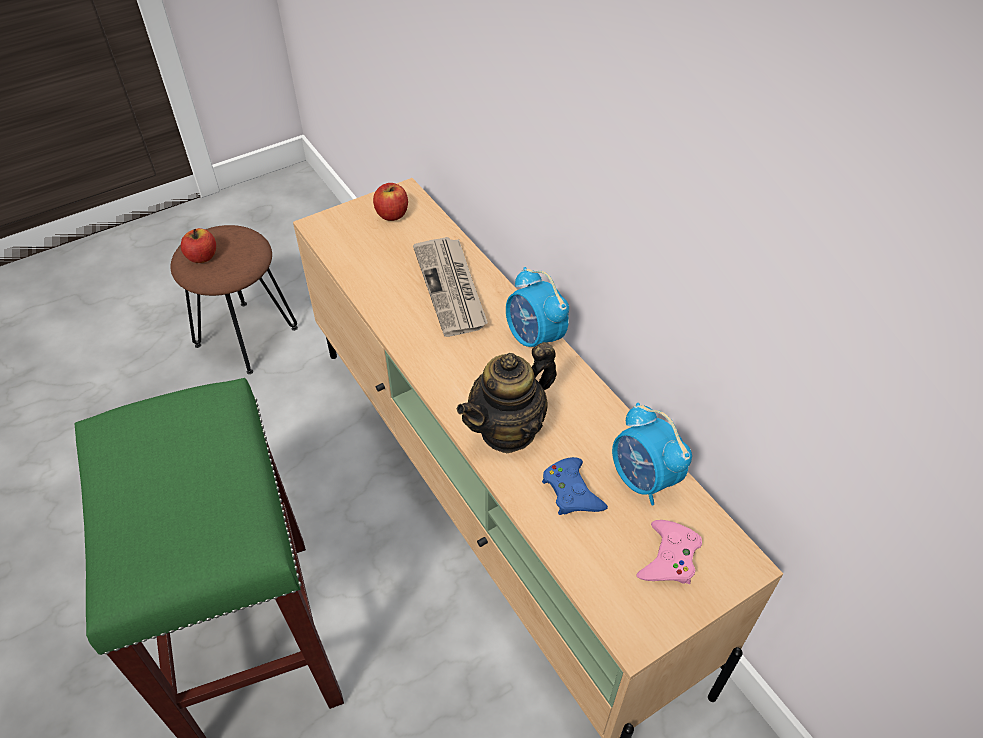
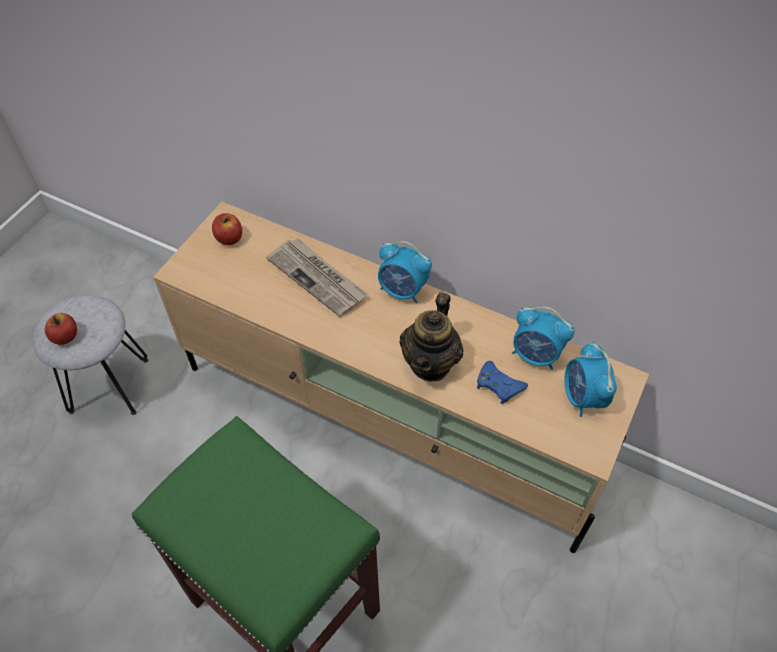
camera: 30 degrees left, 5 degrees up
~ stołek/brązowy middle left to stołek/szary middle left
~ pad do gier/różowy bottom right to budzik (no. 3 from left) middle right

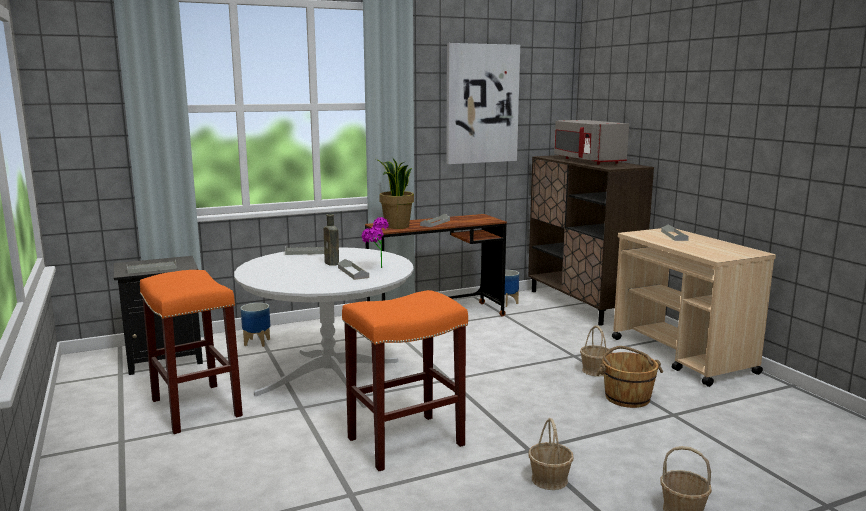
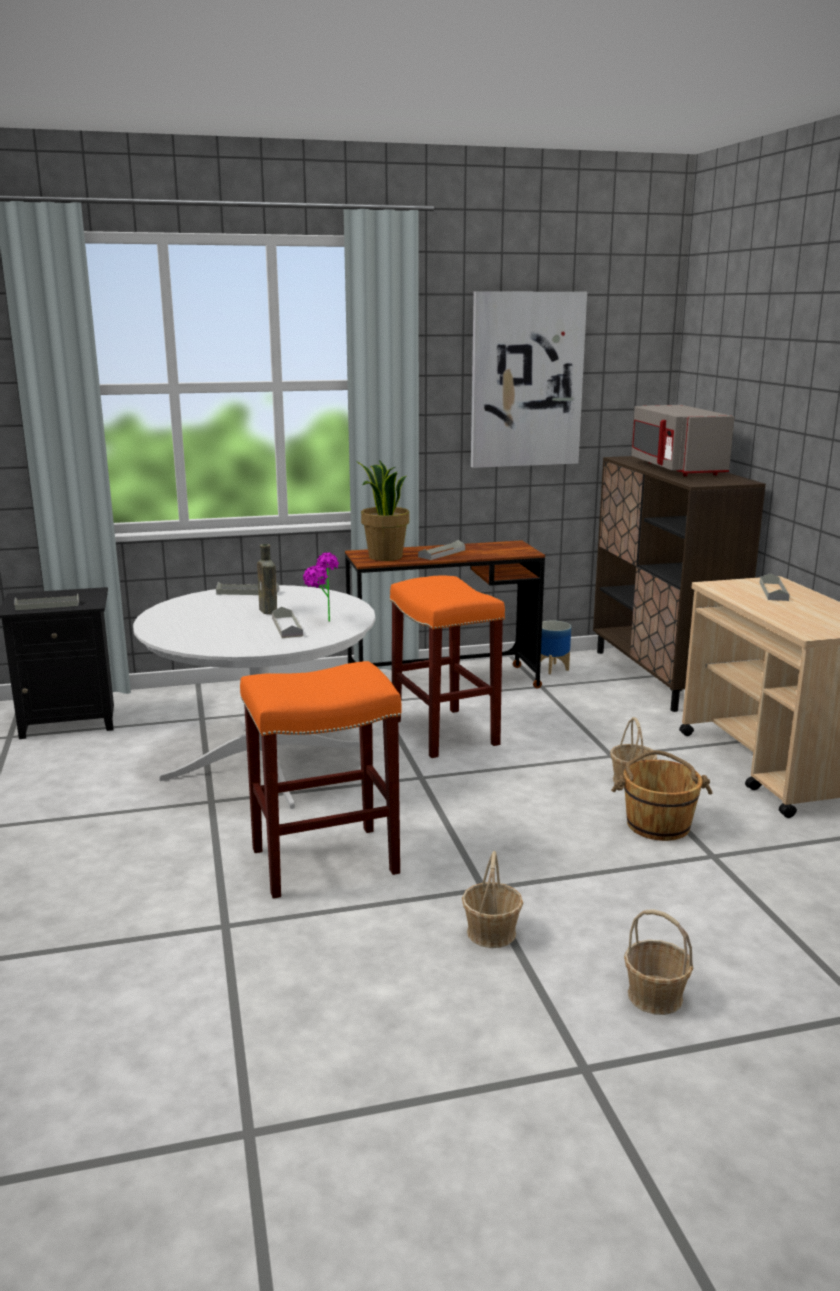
camera: 10 degrees right, 5 degrees up
~ stołek/pomarańczowy (no. 1 from left in the first image) bottom left to stołek/pomarańczowy (no. 2 from left) centre
- donica (no. 1 from left) middle left

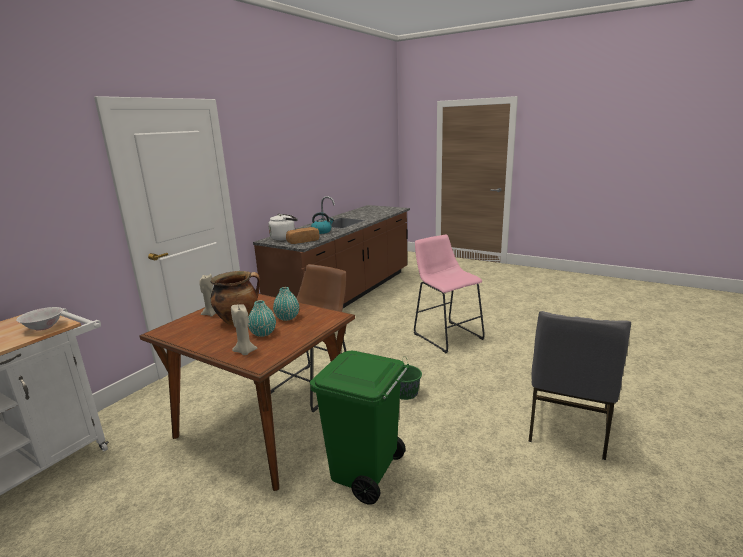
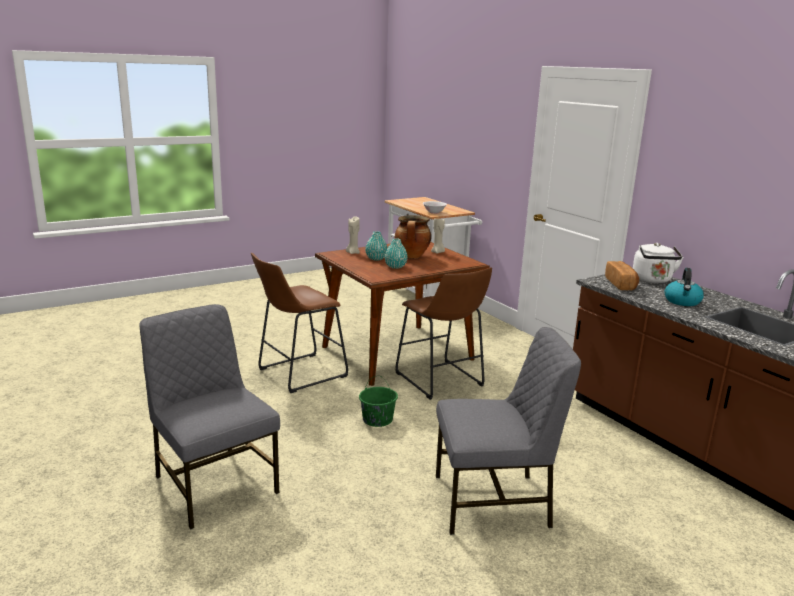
camera: 115 degrees right, 0 degrees up
~ kosz na śmieci/zielony bottom centre to stołek/brązowy (no. 1 from left) centre
~ stołek/różowy centre to krzesło/szary (no. 2 from left) bottom centre

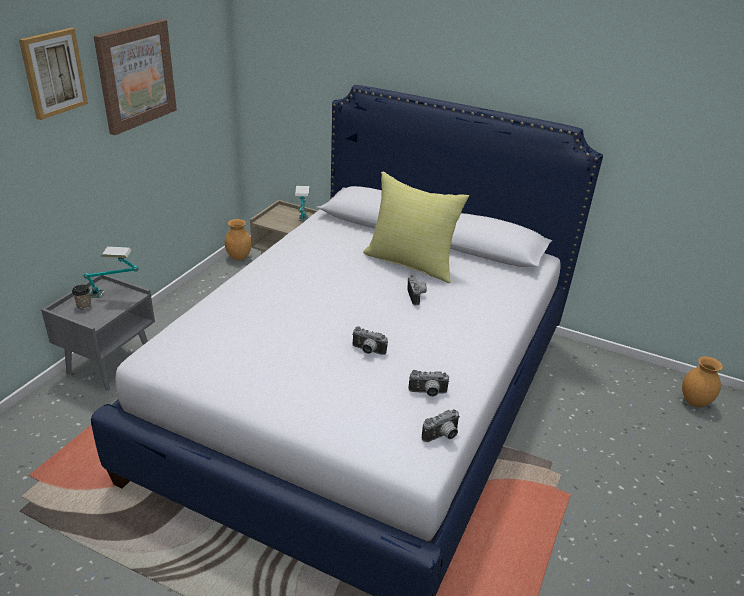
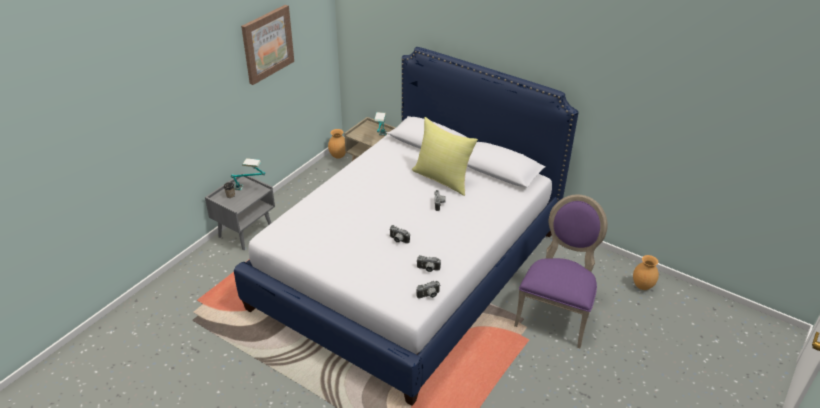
camera: 10 degrees right, 5 degrees up
+ krzesło/fioletowy middle right
- obraz (no. 1 from left) top left

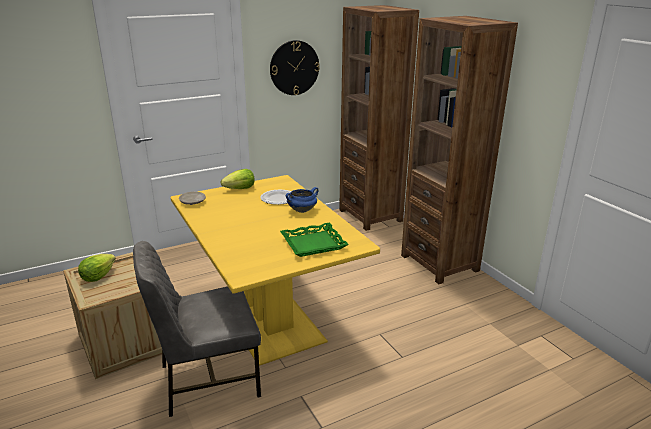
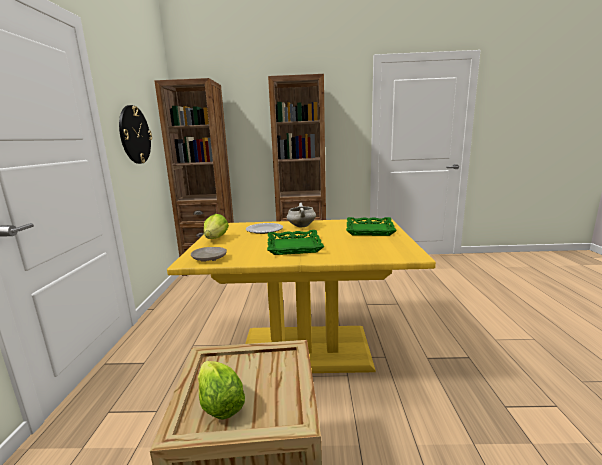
camera: 60 degrees left, 10 degrees down
+ taca/zielony (no. 1 from left) centre
~ garnek/niebieski centre to garnek/biały centre
- krzesło/szary bottom left

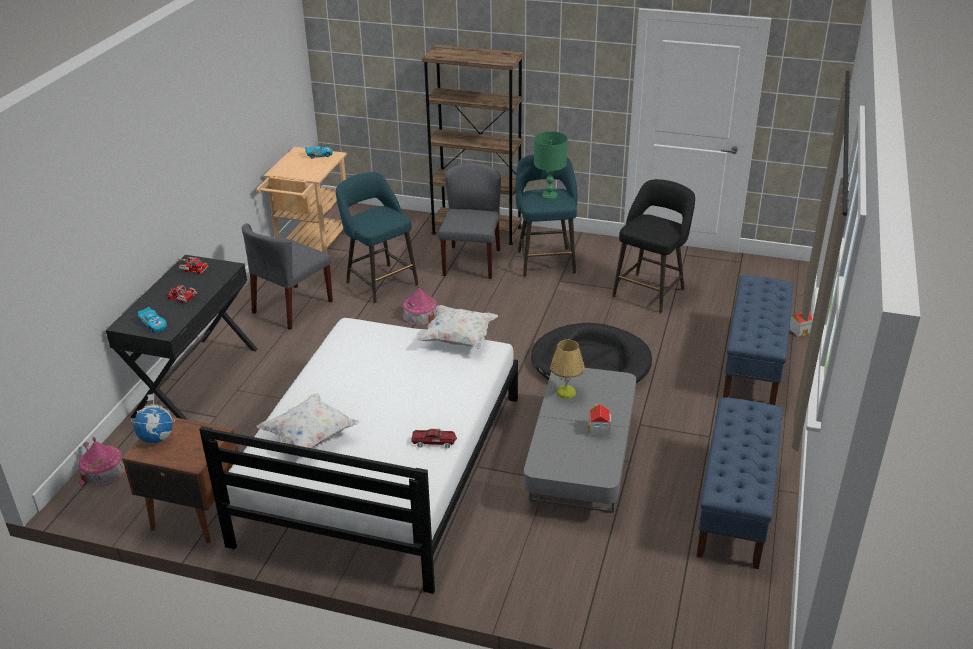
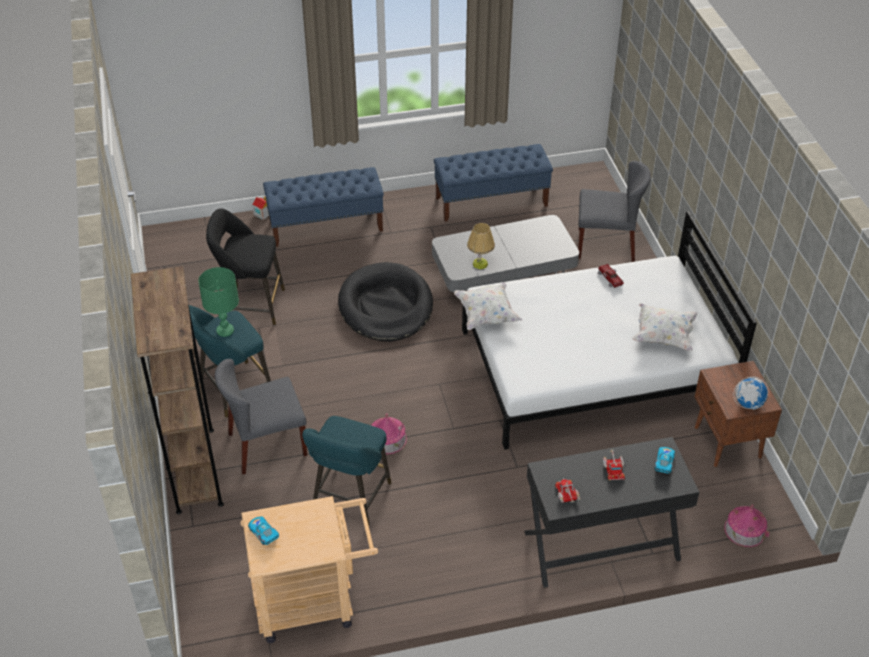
camera: 120 degrees left, 10 degrees up
~ krzesło/szary (no. 1 from left in the first image) middle left to krzesło/szary (no. 2 from left) top right
- domek (no. 3 from left) centre

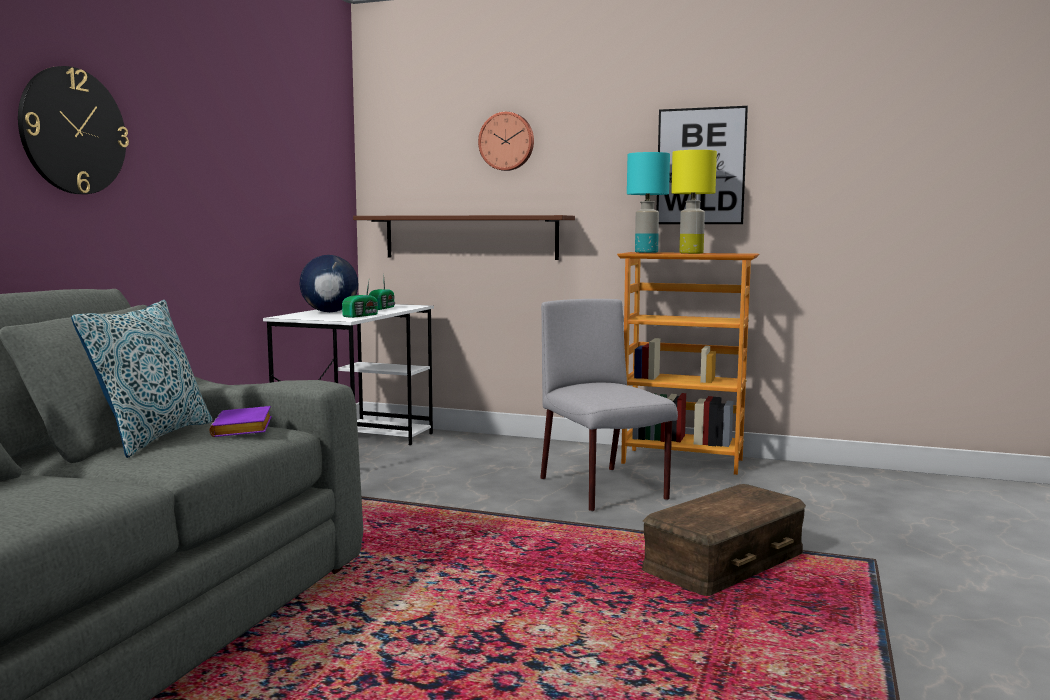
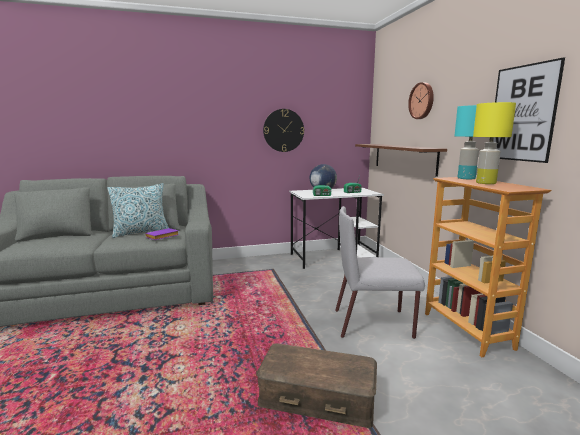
camera: 55 degrees right, 5 degrees up
~ zegar ścienny (no. 1 from left) top left to top centre
~ krzesło/szary centre = centre 120 degrees counterclockwise

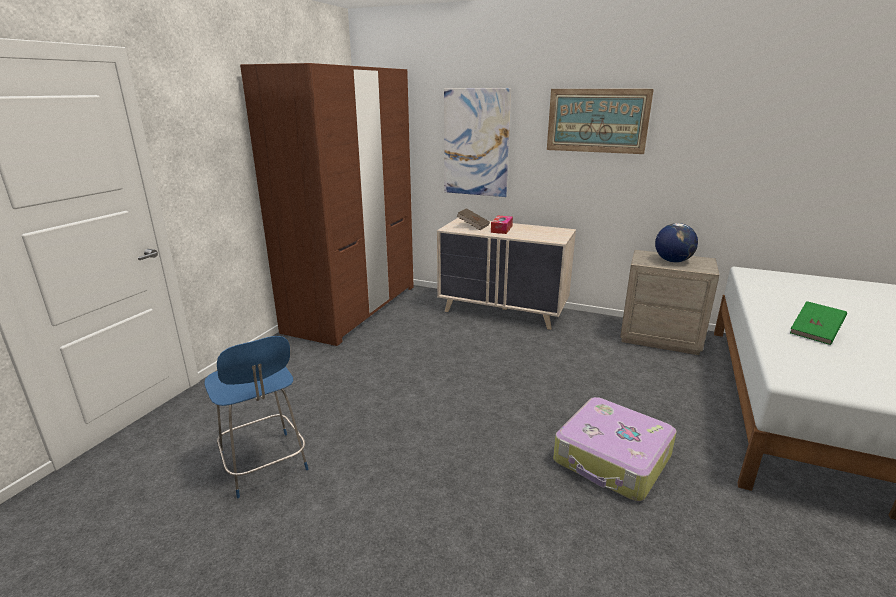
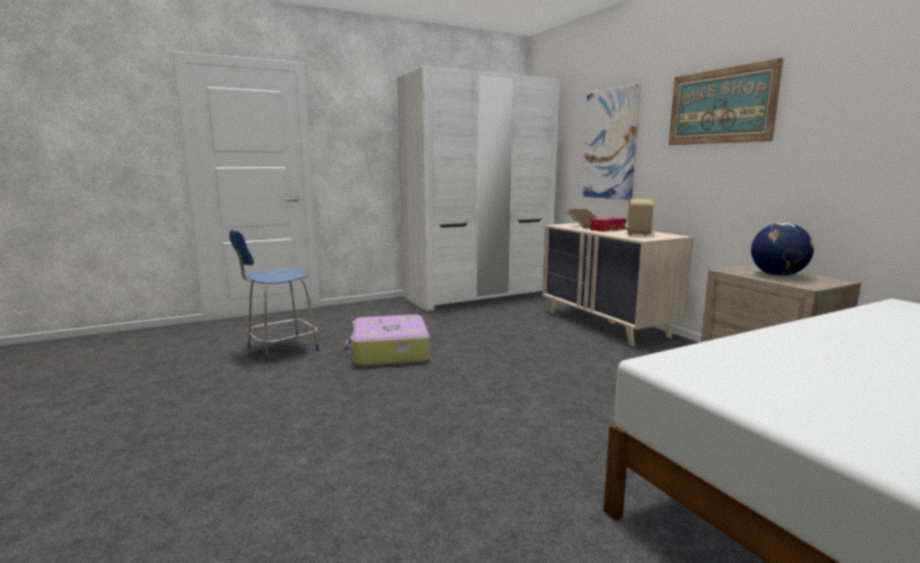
camera: 40 degrees right, 10 degrees down
~ krzesło/niebieski bottom left = middle left 45 degrees clockwise
~ walizka bottom right to centre
~ szafa/brązowy centre to szafa/biały centre
+ radio middle right
- książka/zielony middle right

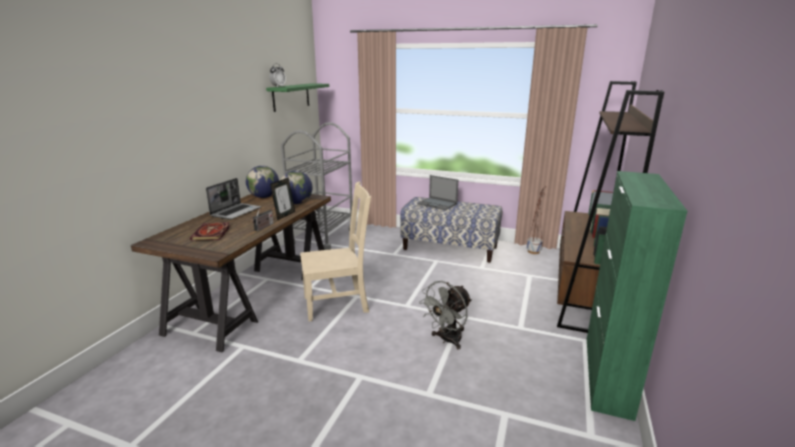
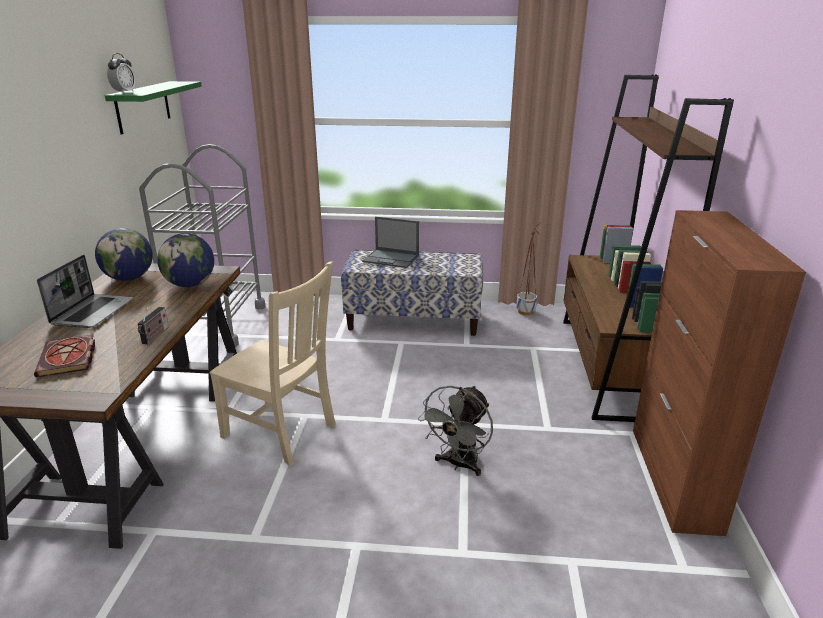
camera: 15 degrees left, 5 degrees up
~ krzesło/beżowy centre = middle left 60 degrees clockwise
~ szafka/zielony middle right to szafka/brązowy middle right
- ramka na zdjęcie centre

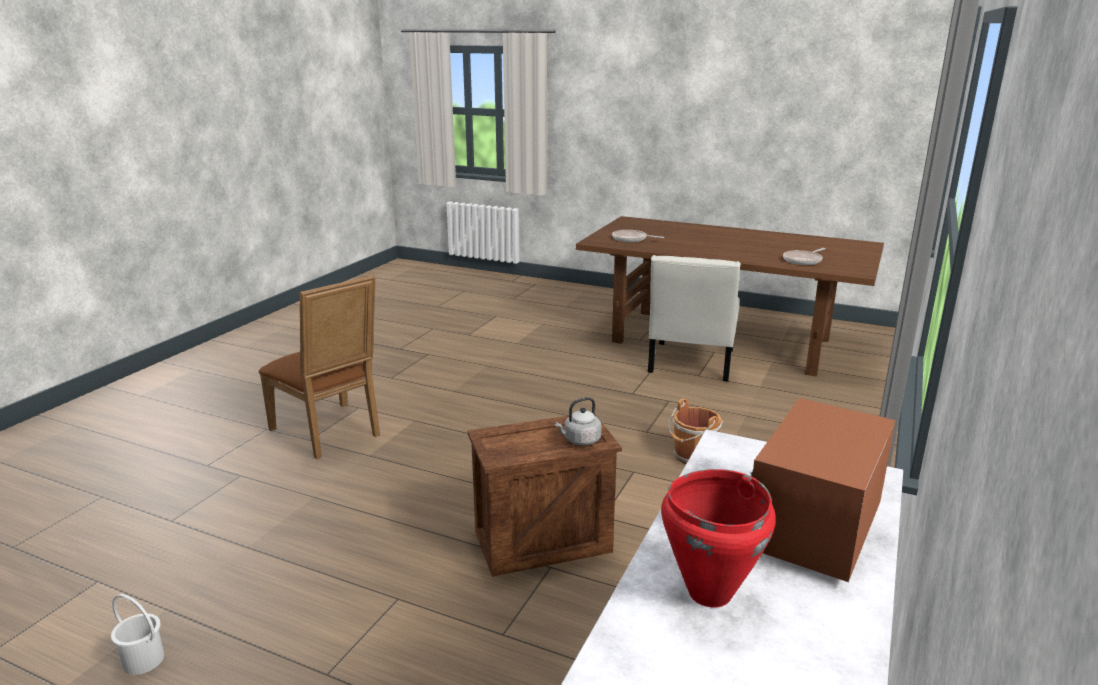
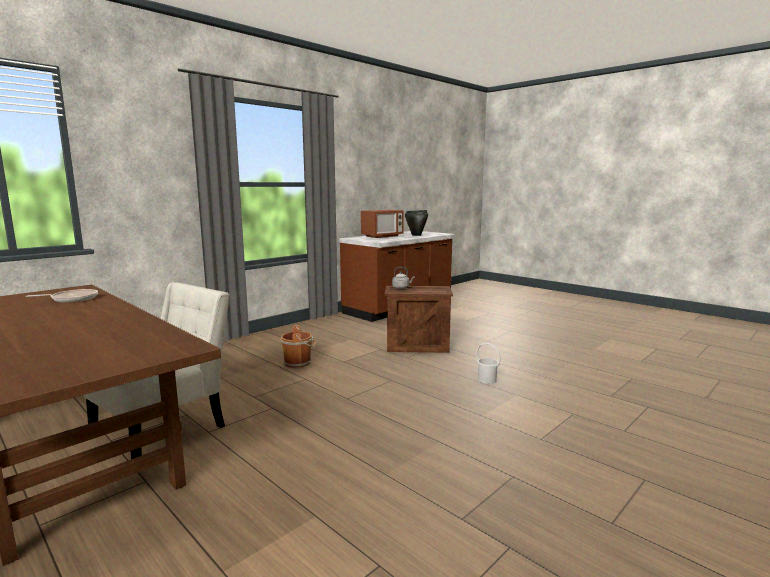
camera: 160 degrees left, 10 degrees down
~ garnek/czerwony bottom centre to garnek/czarny centre
~ wiadro/biały bottom left to centre
- krzesło/brązowy middle left
- patelnia (no. 1 from left) centre

